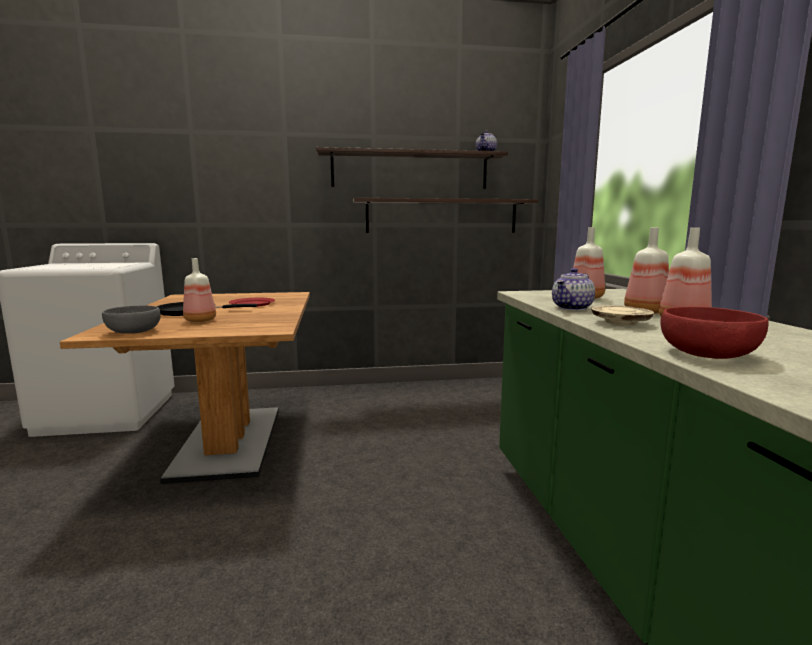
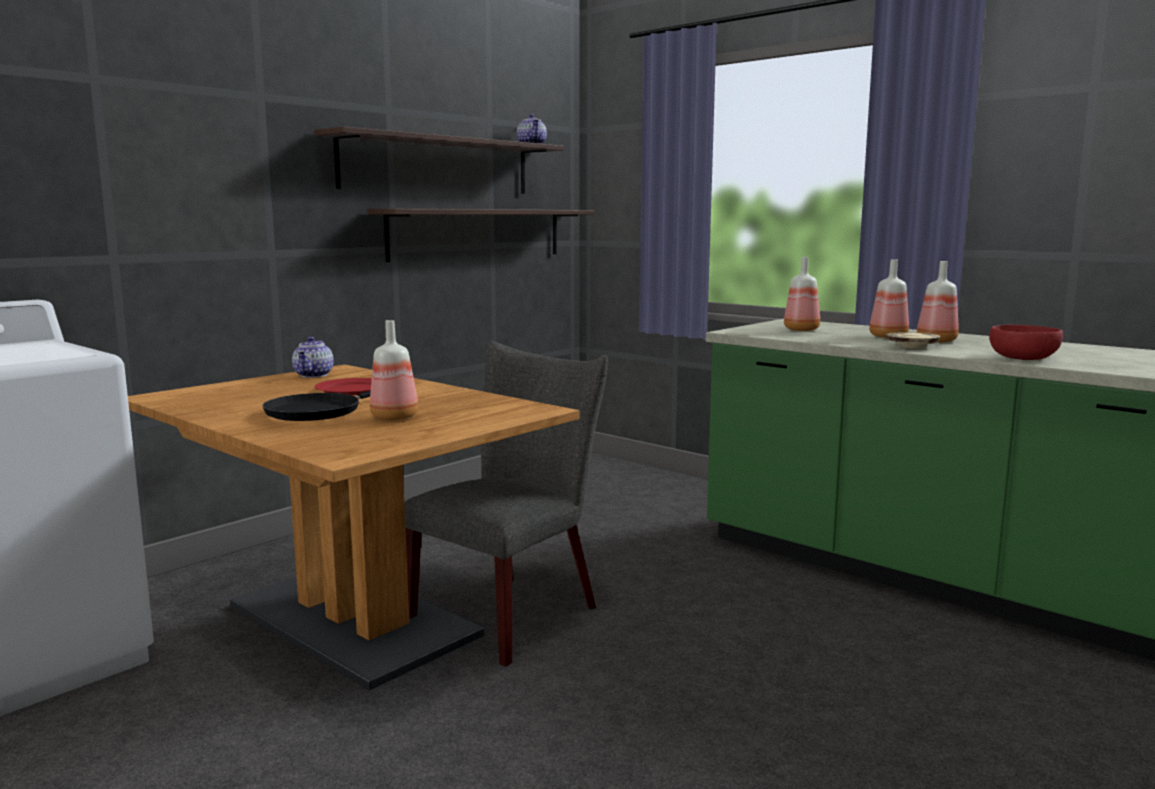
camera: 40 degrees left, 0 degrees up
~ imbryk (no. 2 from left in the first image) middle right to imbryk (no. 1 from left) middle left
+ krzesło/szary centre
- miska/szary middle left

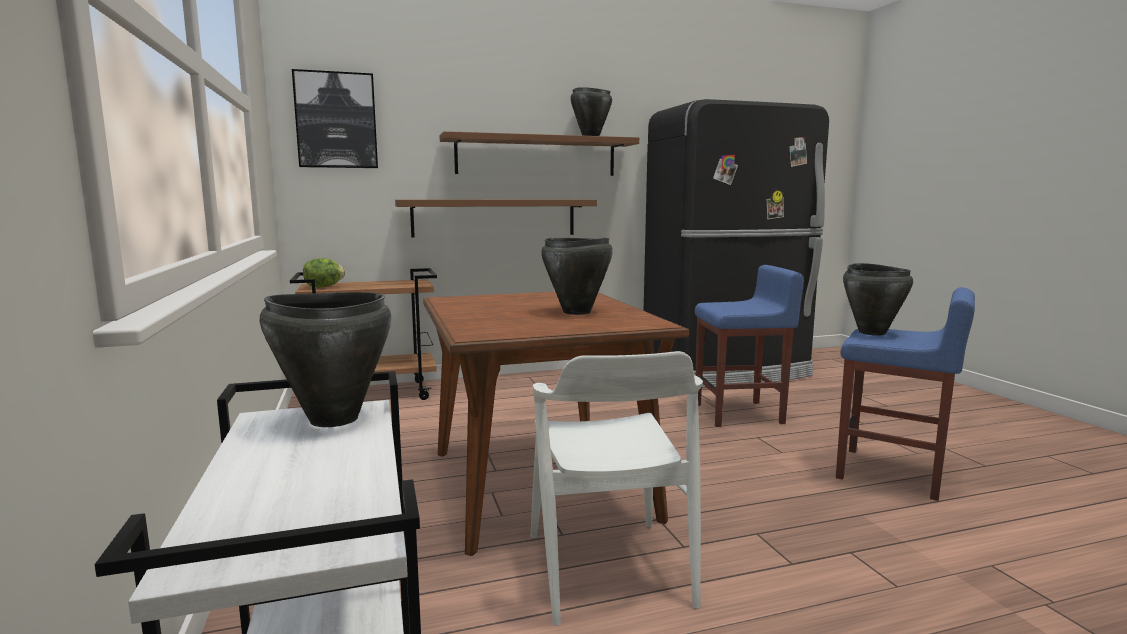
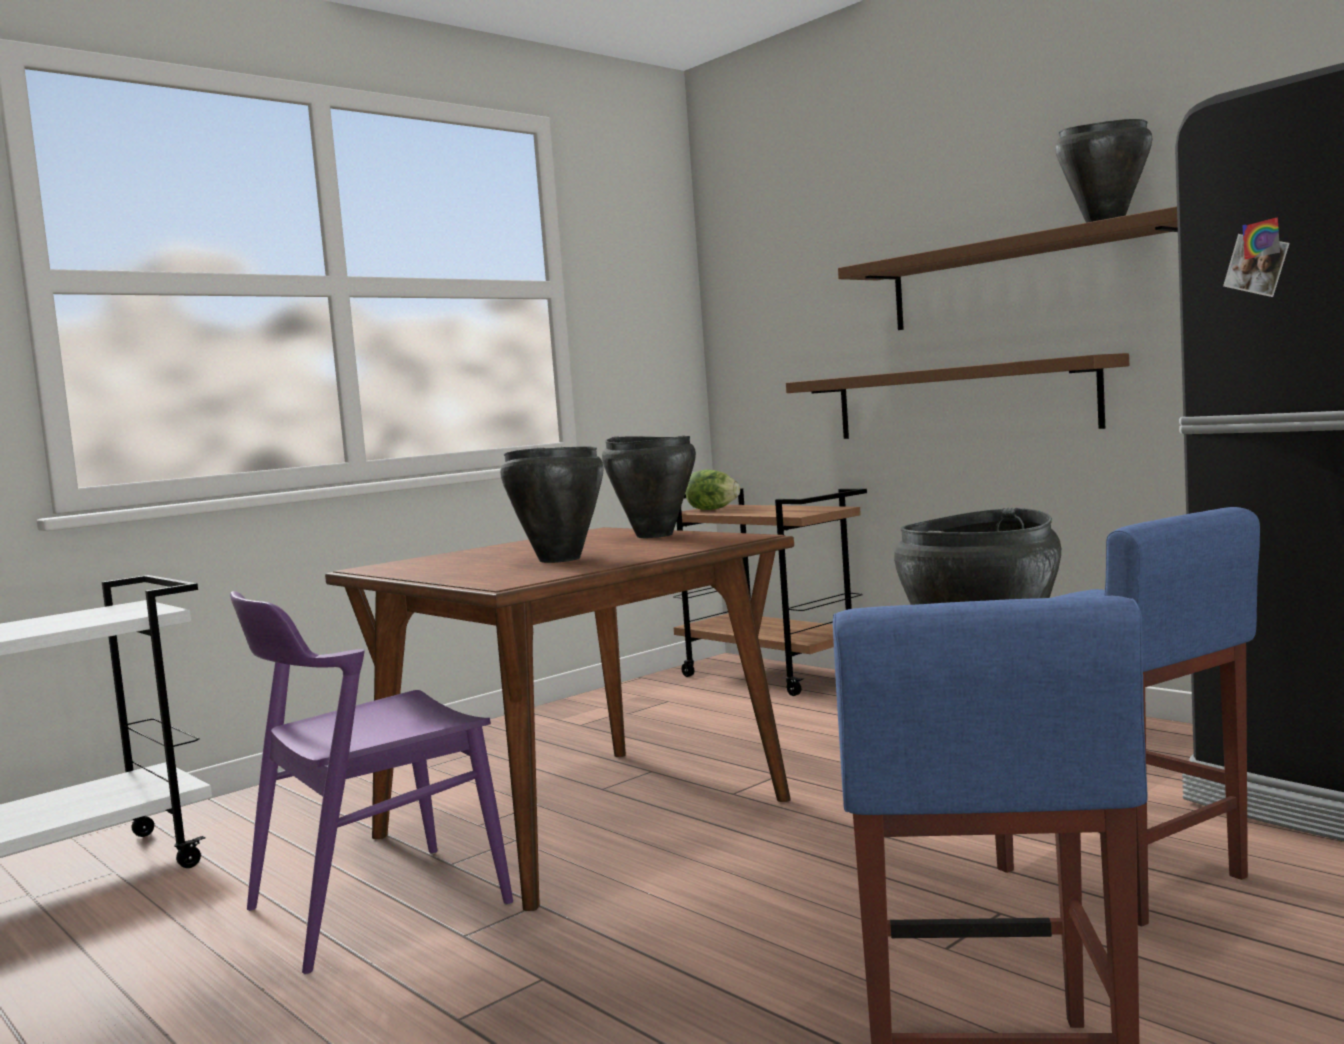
camera: 65 degrees right, 5 degrees down
~ krzesło/biały bottom centre to krzesło/fioletowy bottom left
~ garnek/czarny (no. 1 from left in the first image) middle left to garnek/czarny (no. 2 from left) centre
- obraz top left

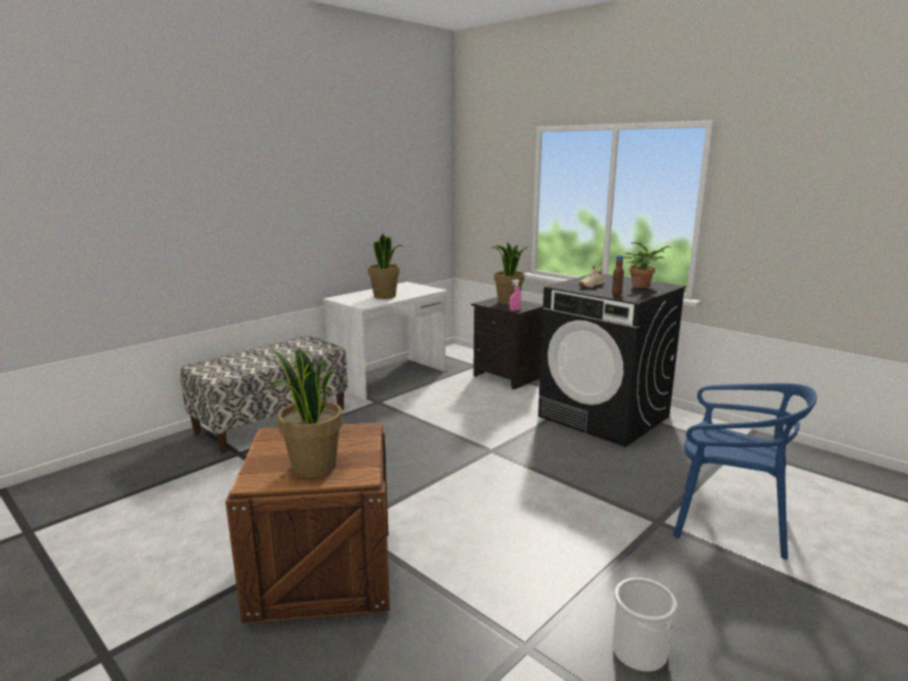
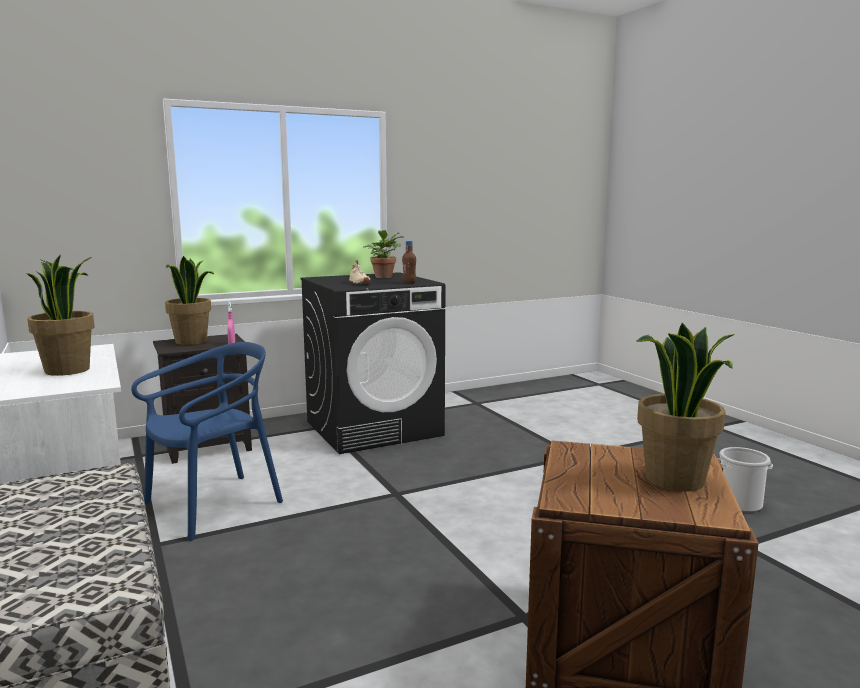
camera: 70 degrees left, 5 degrees down
~ krzesło/niebieski bottom right to middle left

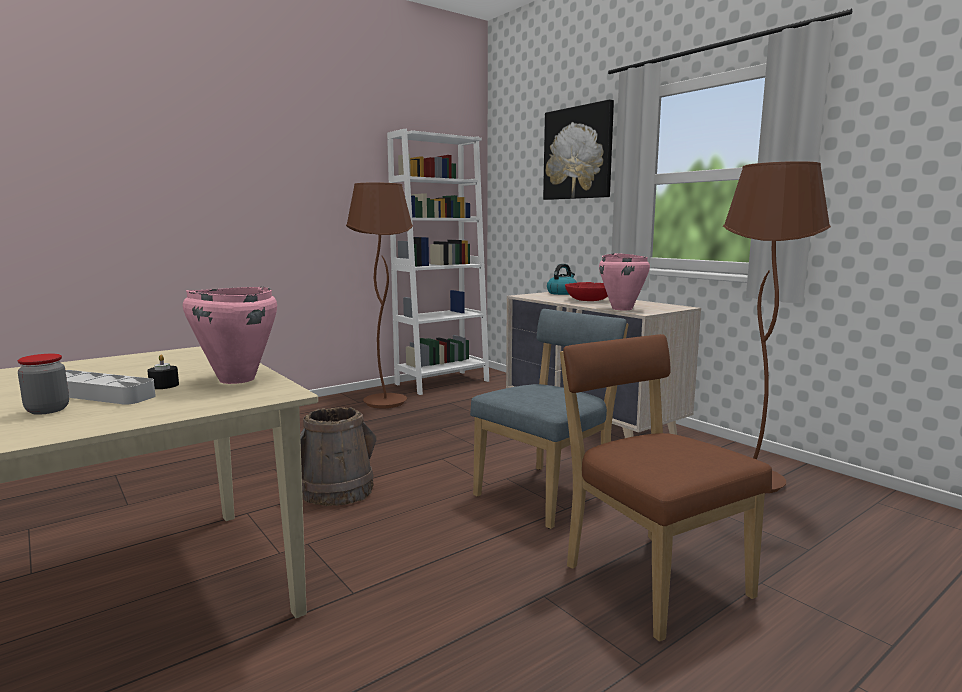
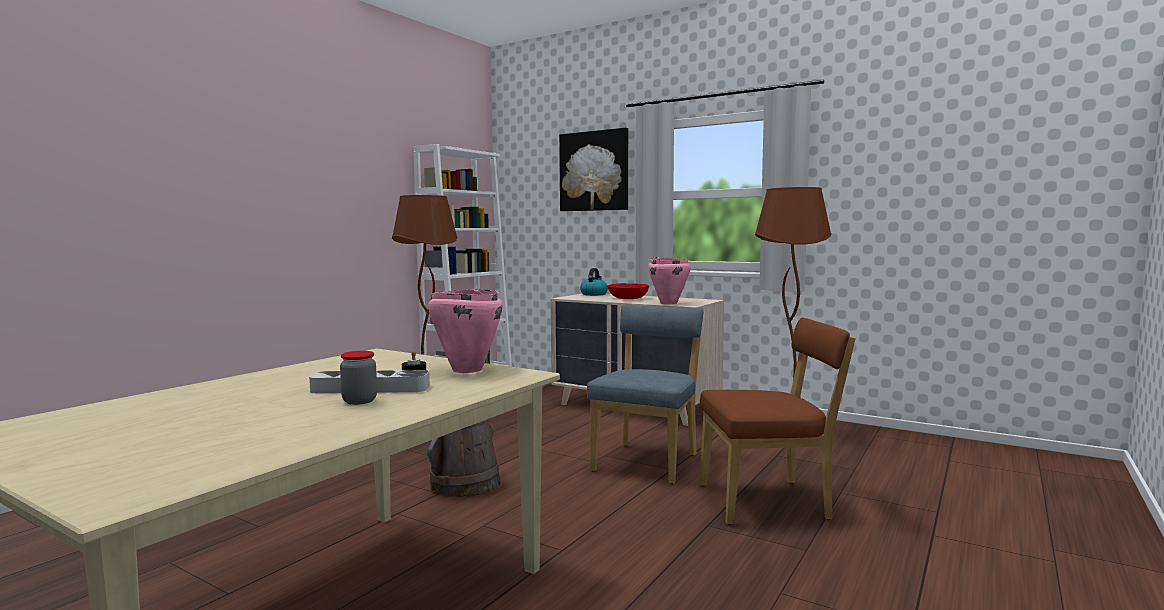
camera: 20 degrees left, 5 degrees down
~ krzesło/brązowy bottom right = bottom right 135 degrees clockwise

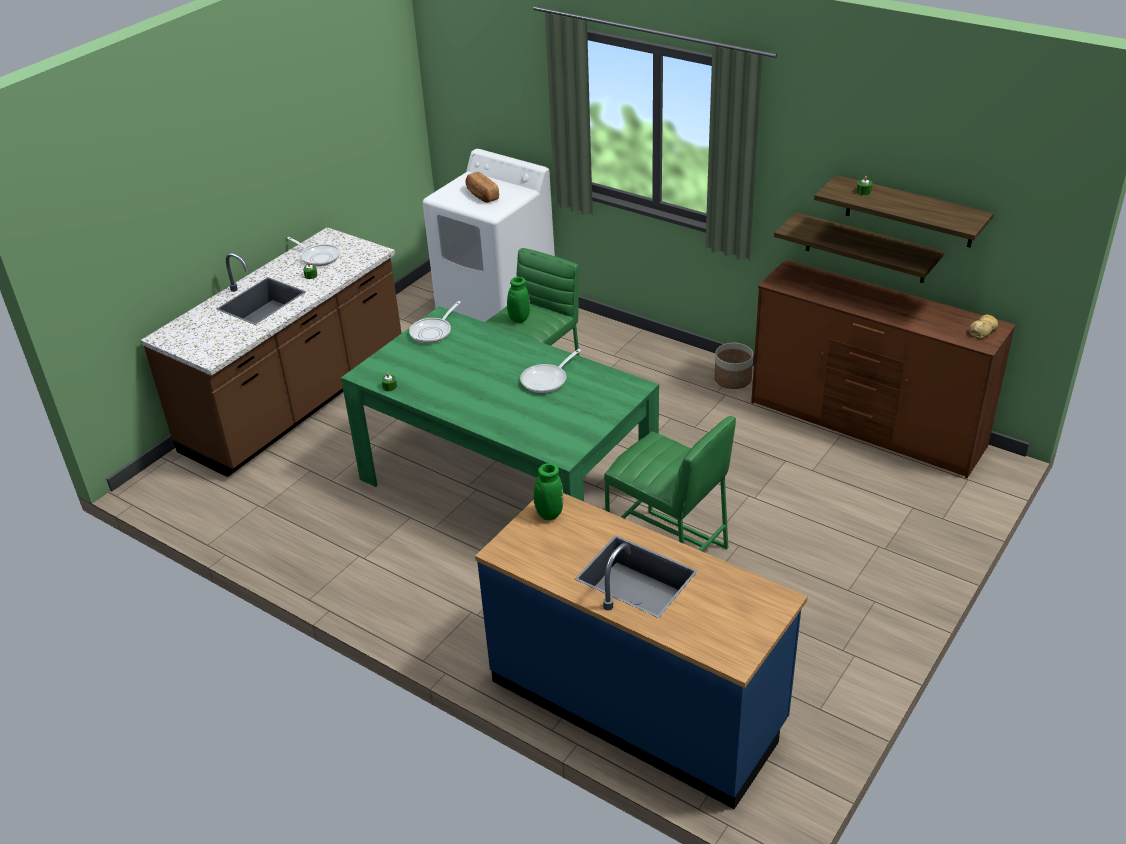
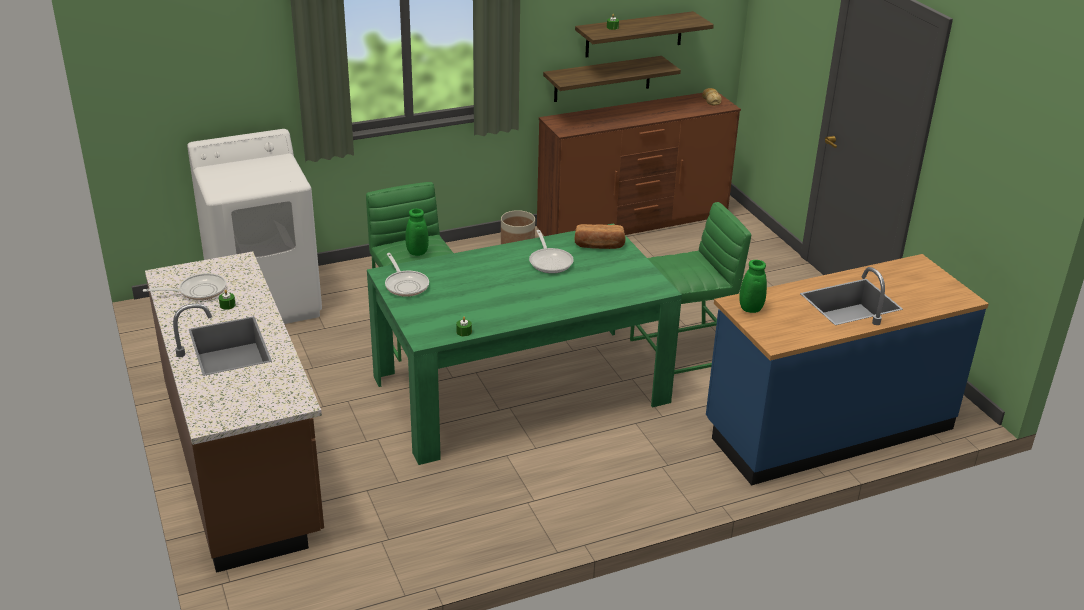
camera: 60 degrees left, 5 degrees down
~ chleb (no. 1 from left) top centre to centre

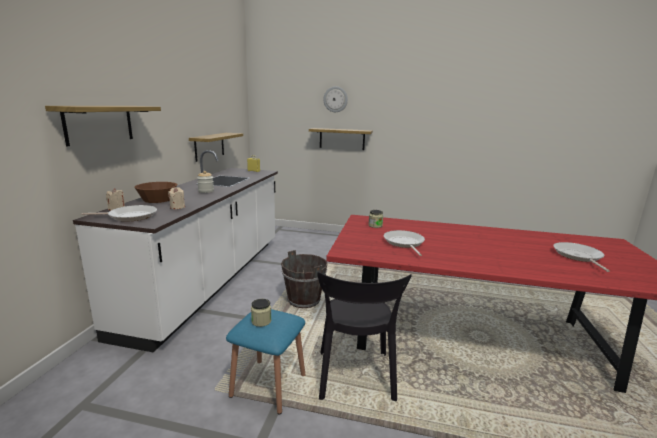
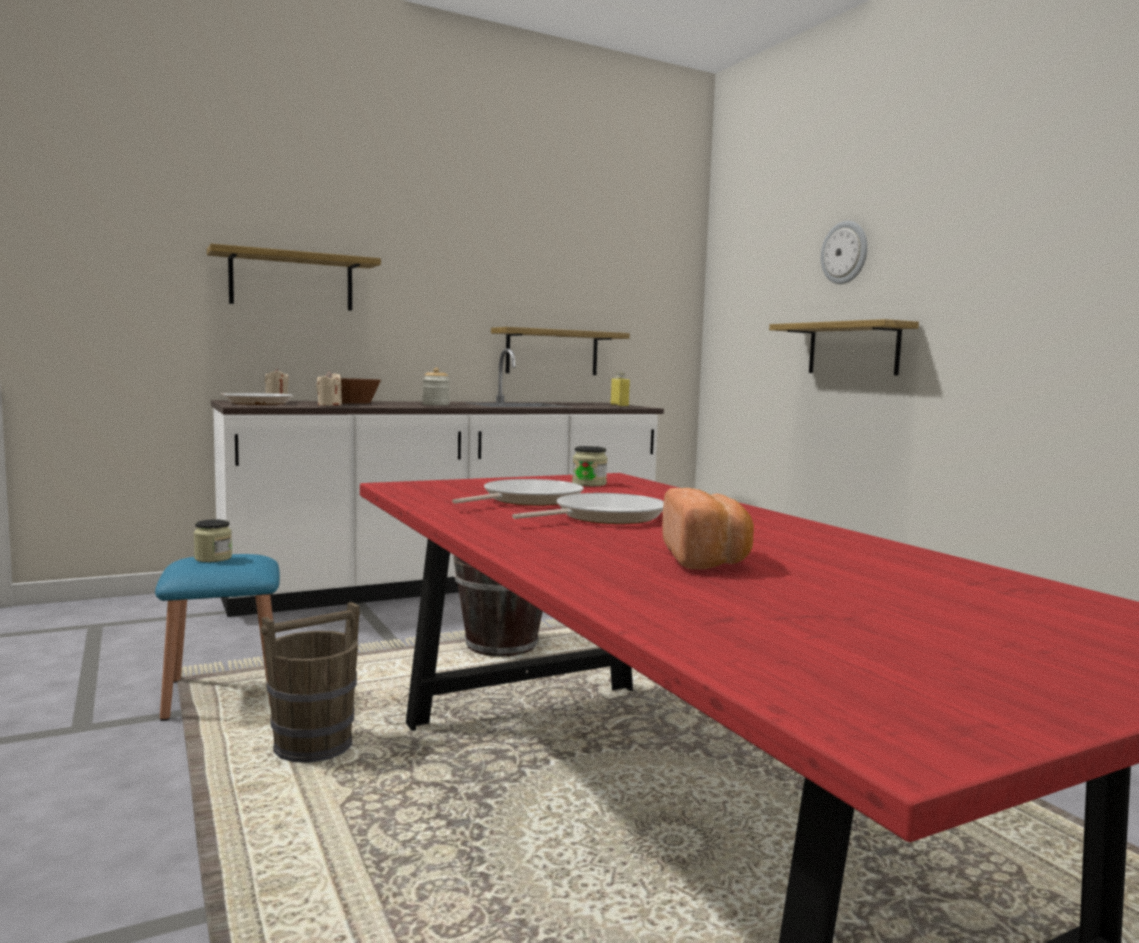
camera: 50 degrees right, 10 degrees down
~ krzesło/czarny bottom centre to wiadro/brązowy (no. 1 from left) bottom left
~ patelnia (no. 3 from left) middle right to centre
+ chleb centre

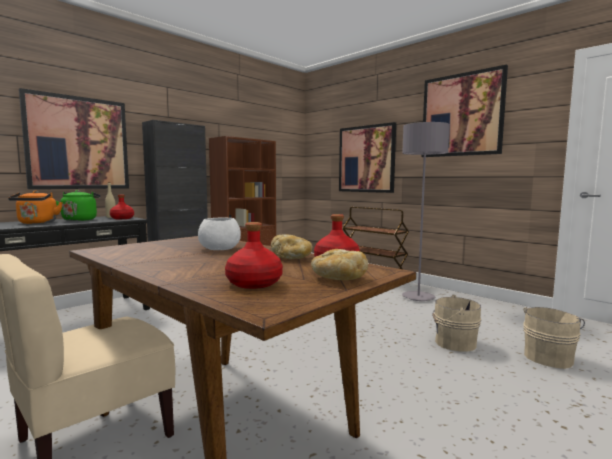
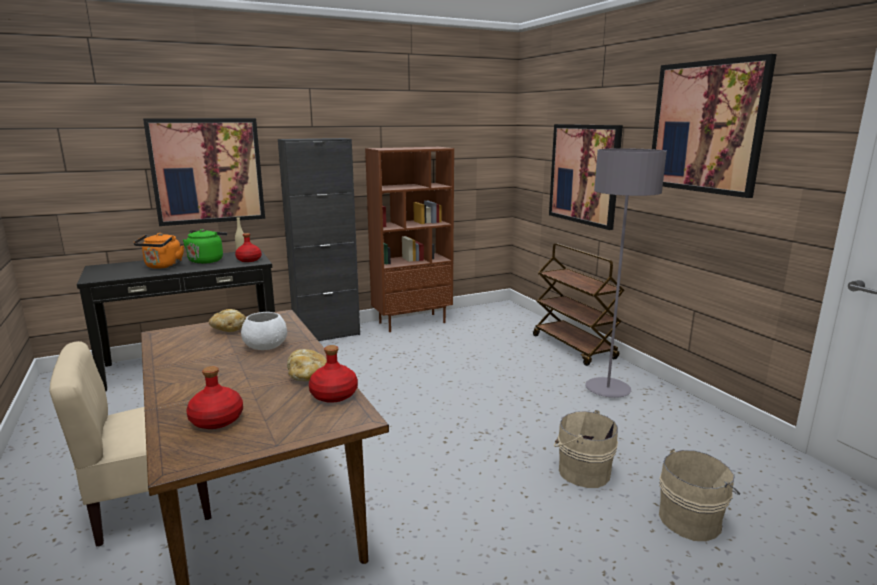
camera: 20 degrees right, 10 degrees up
~ chleb (no. 2 from left in the first image) centre to chleb (no. 1 from left) middle left

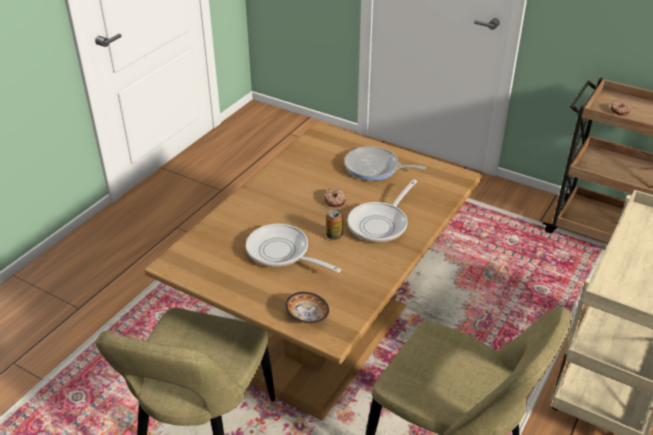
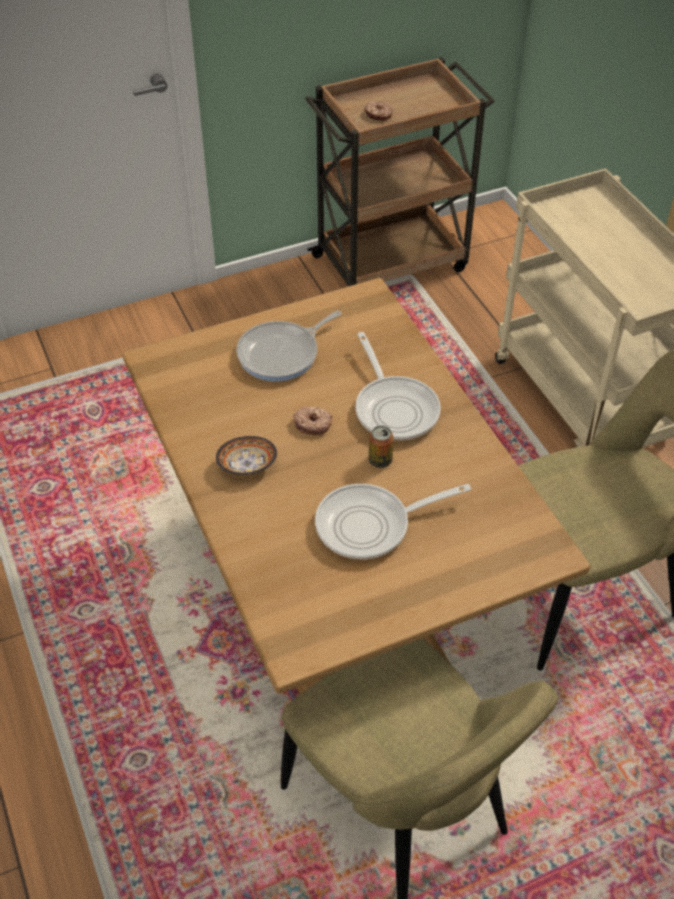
camera: 55 degrees left, 10 degrees up
~ miska bottom centre to centre

